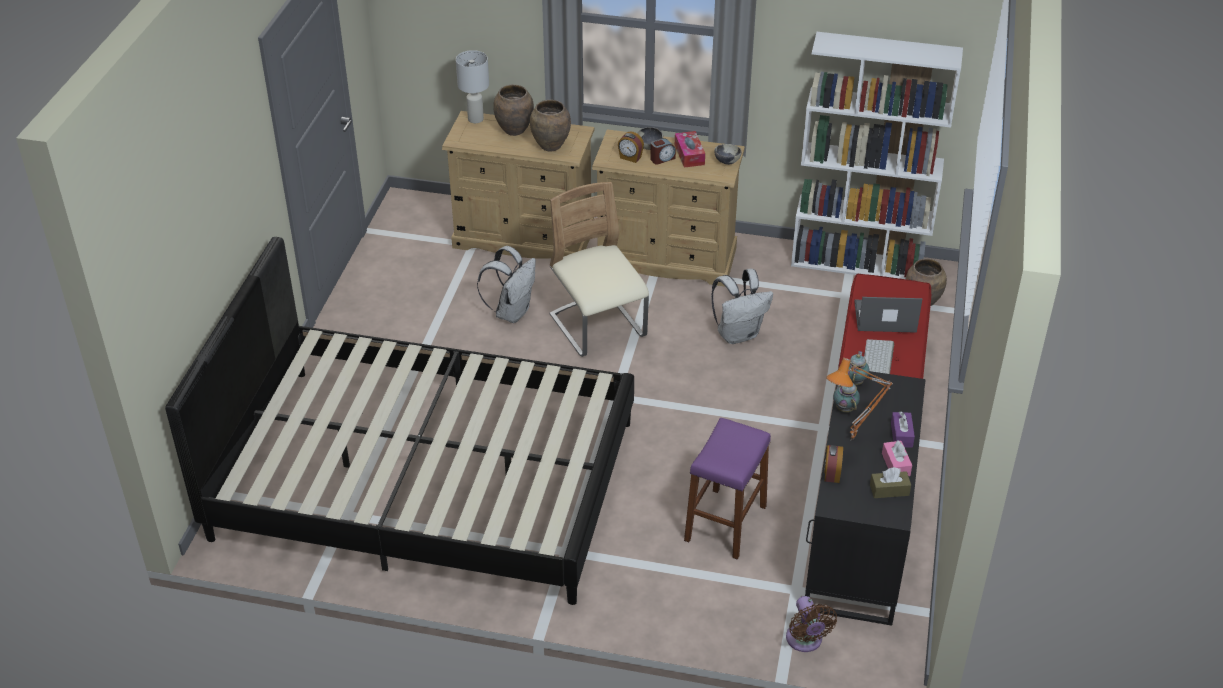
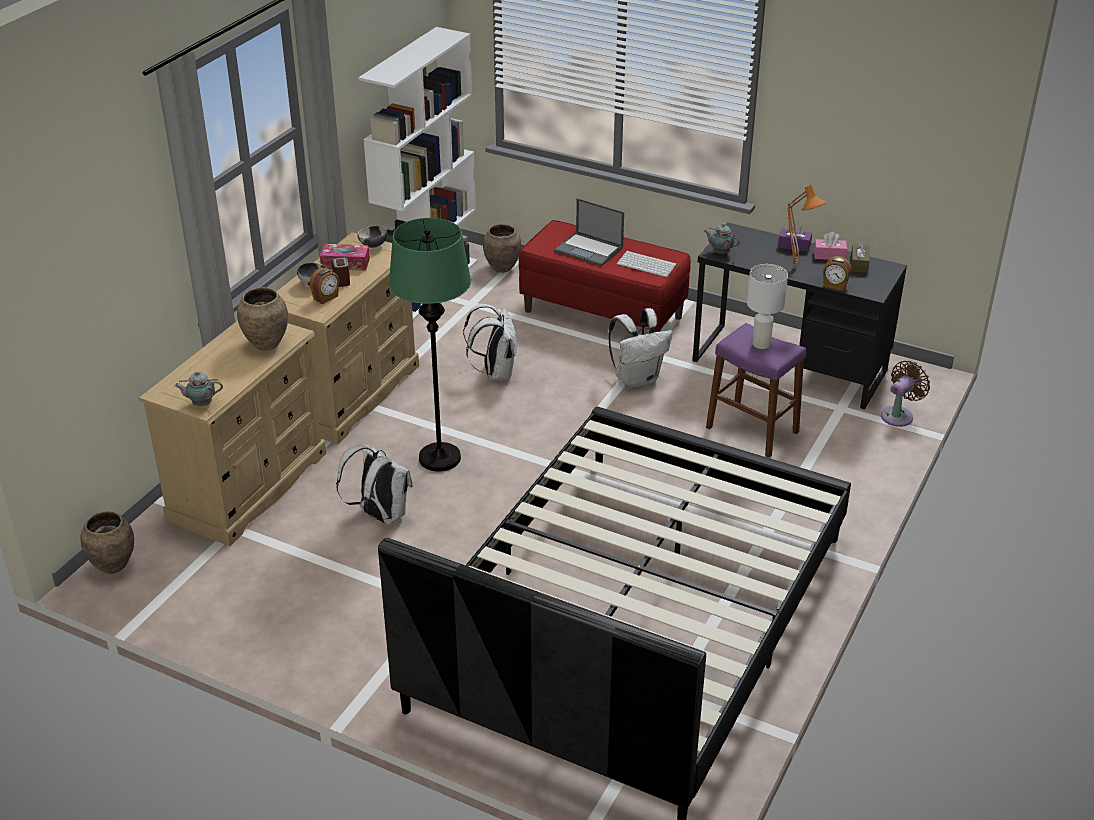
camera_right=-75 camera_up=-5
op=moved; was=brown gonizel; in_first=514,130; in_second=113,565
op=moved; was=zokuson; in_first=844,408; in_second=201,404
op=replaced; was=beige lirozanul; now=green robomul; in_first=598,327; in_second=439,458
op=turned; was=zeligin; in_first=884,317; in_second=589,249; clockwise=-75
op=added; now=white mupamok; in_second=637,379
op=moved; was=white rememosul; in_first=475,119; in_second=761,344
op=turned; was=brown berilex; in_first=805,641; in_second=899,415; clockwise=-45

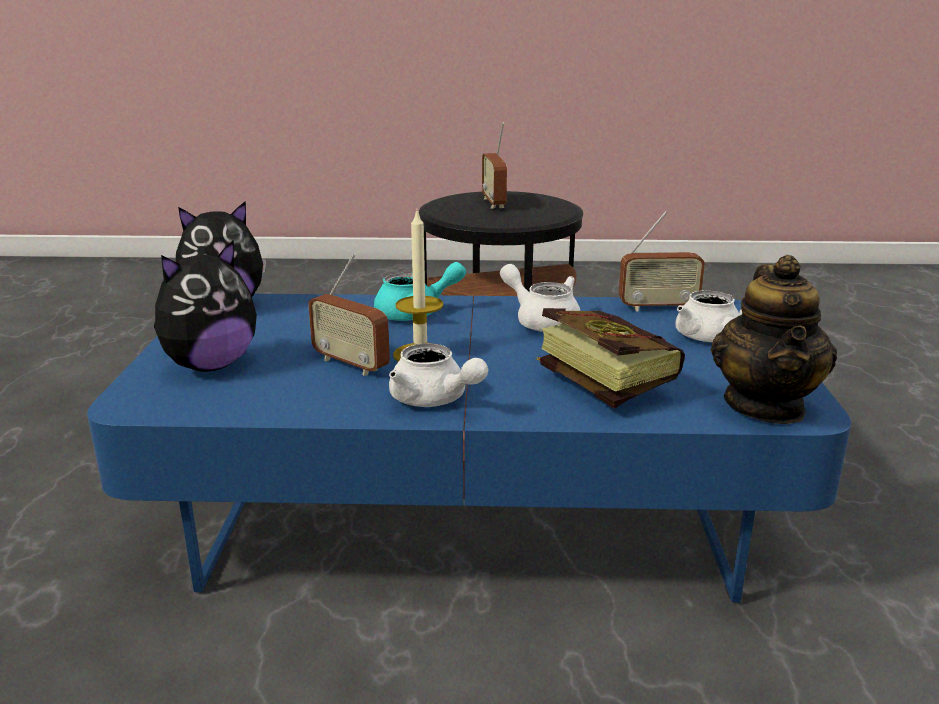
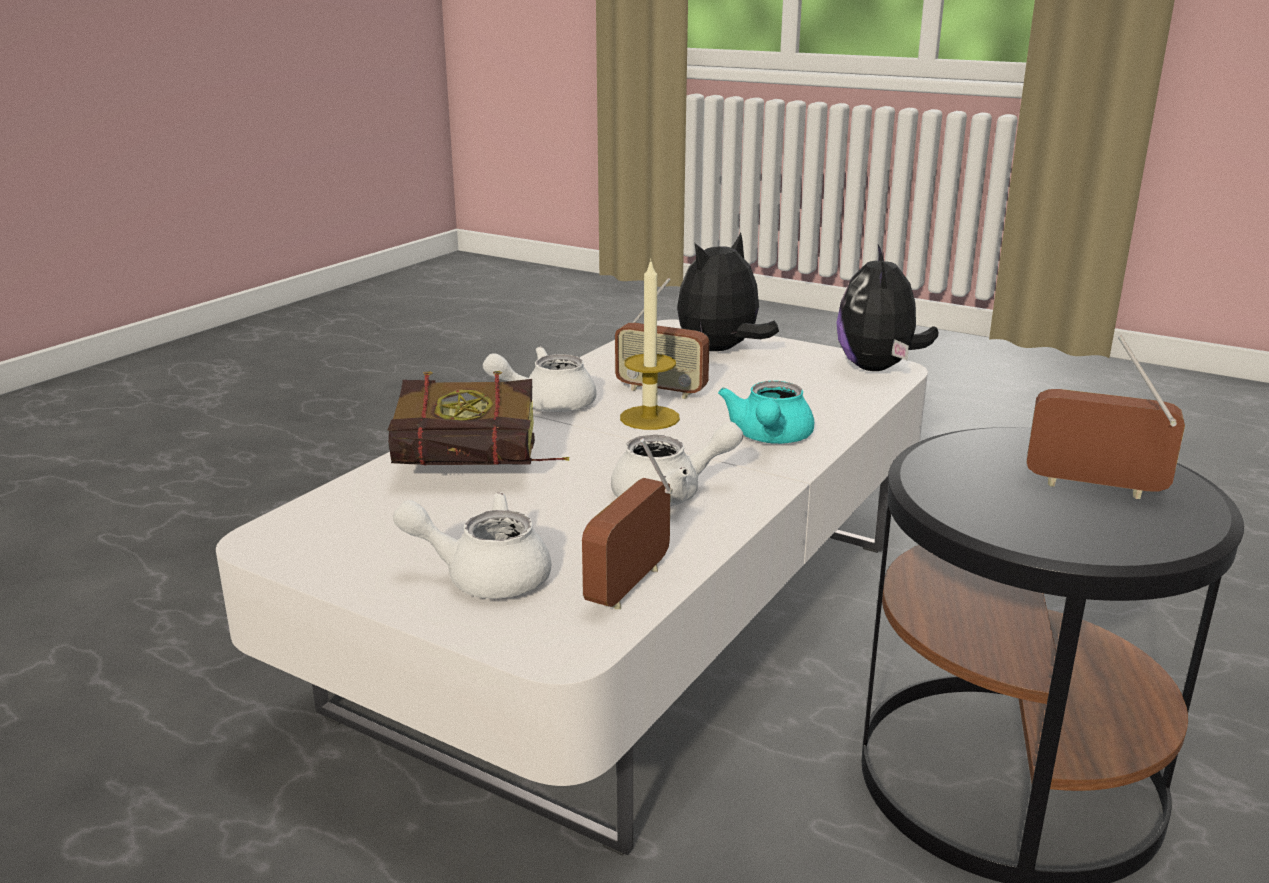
camera_right=120 camera_up=0
op=recoloured; was=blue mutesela; now=white mutesela; in_first=469,507; in_second=634,622
op=turned; was=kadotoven; in_first=351,364; in_second=661,391; clockwise=-135
op=turned; was=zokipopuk; in_first=210,365; in_second=721,351; clockwise=60
op=removed; was=zokuson; in_first=765,406

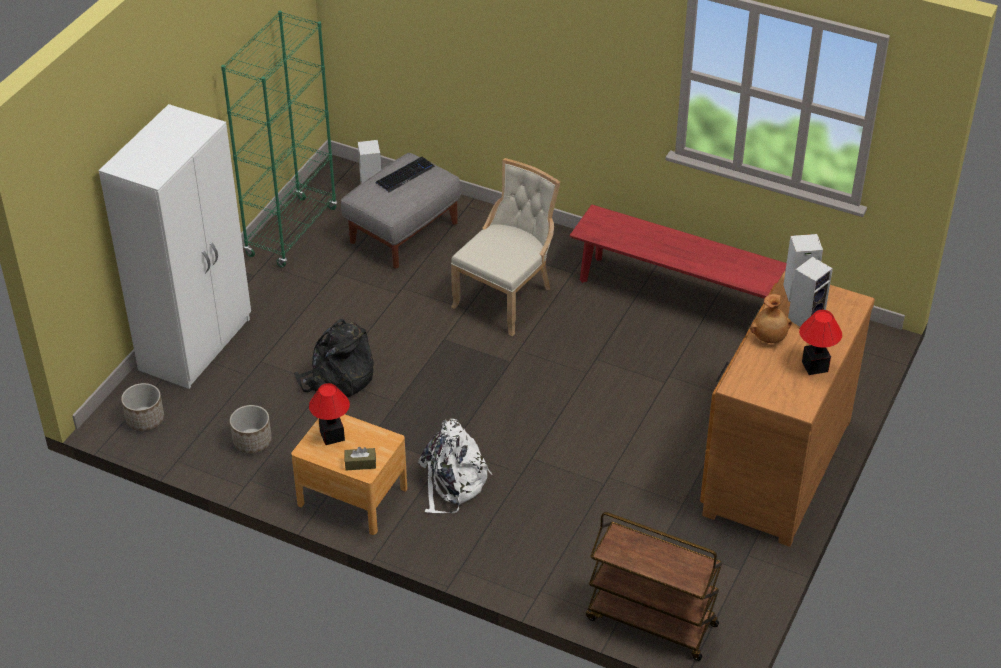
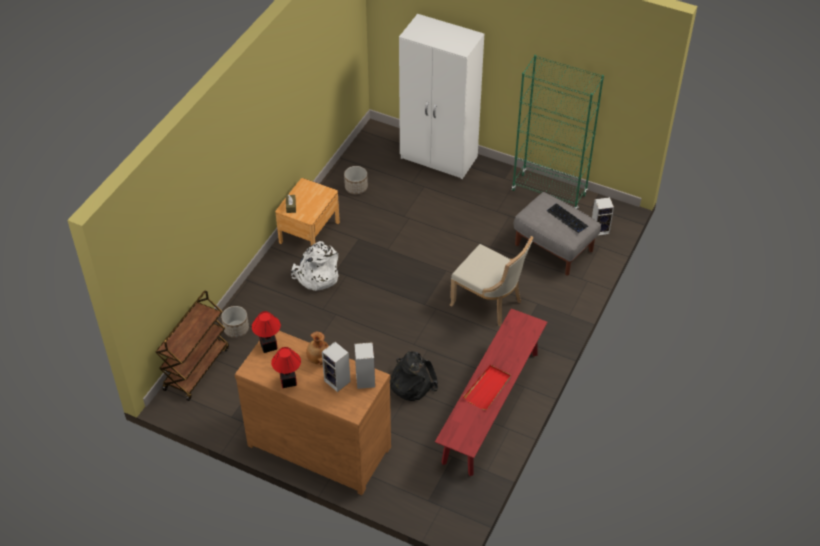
camera_right=90 camera_up=5
op=moved; was=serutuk; in_first=145,419; in_second=236,329
op=moved; was=rememosul; in_first=332,435; in_second=269,345
op=moved; was=black mupamok; in_first=337,378; in_second=411,382
op=added; now=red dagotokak; in_second=487,388

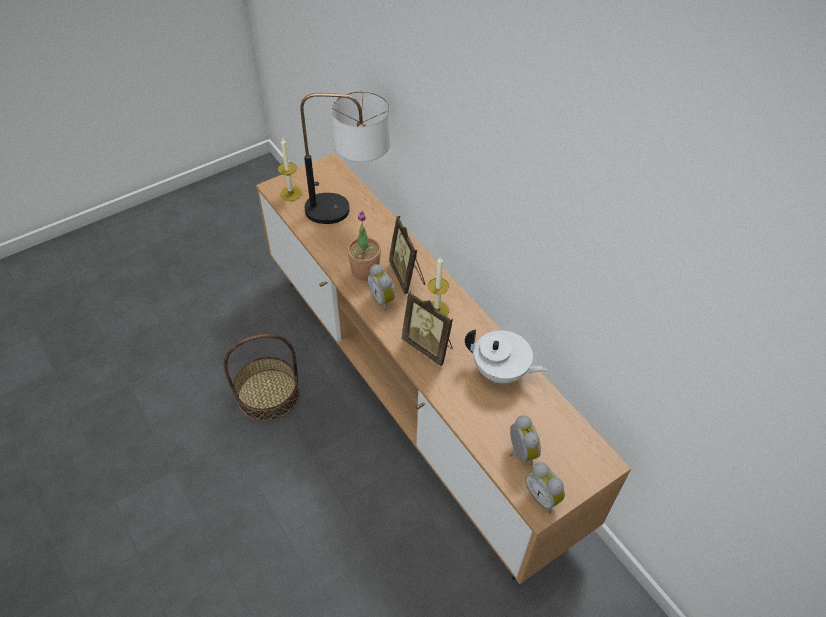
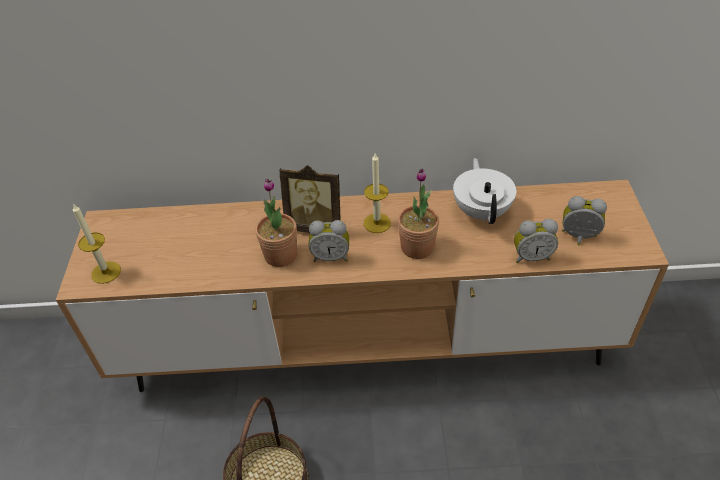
camera_right=-55 camera_up=-5
op=replaced; was=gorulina; now=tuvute; in_first=429,346; in_second=417,247
op=turned; was=white zokuson; in_first=501,372; in_second=482,211; clockwise=-60
op=moved; was=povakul; in_first=543,496; in_second=531,256
op=removed; was=rememosul; in_first=349,211

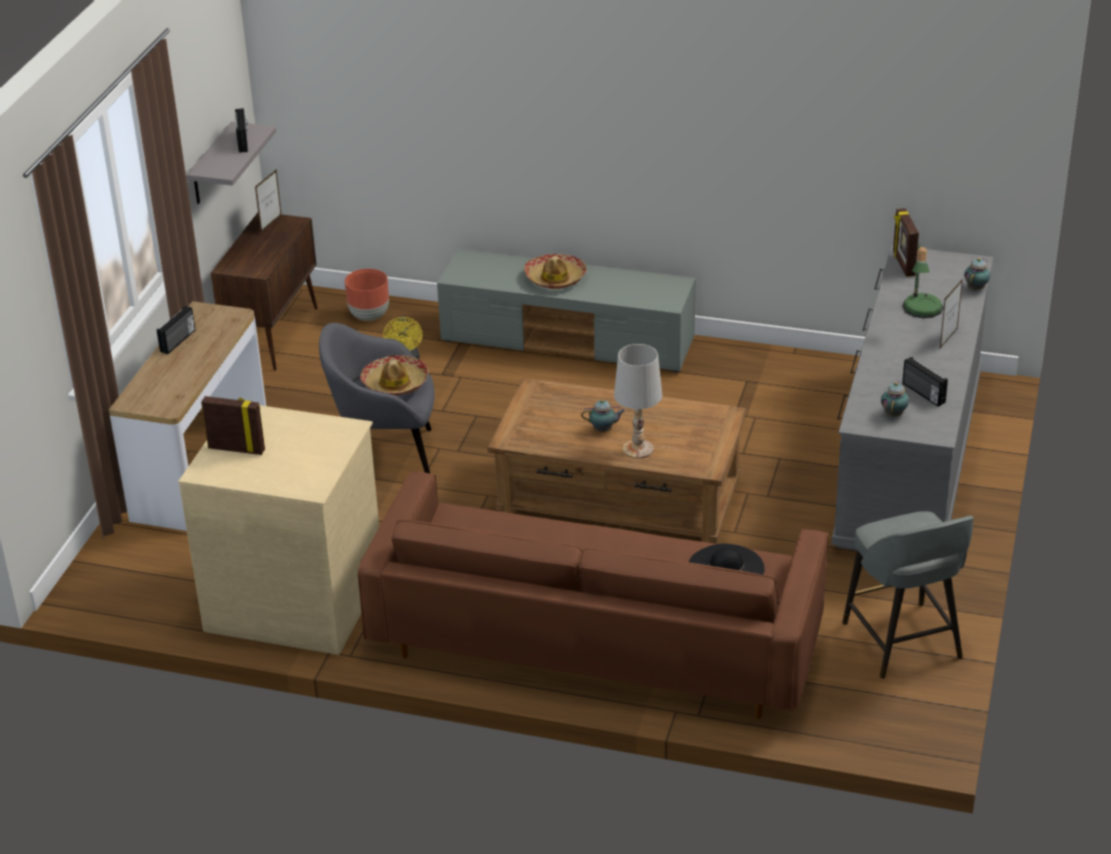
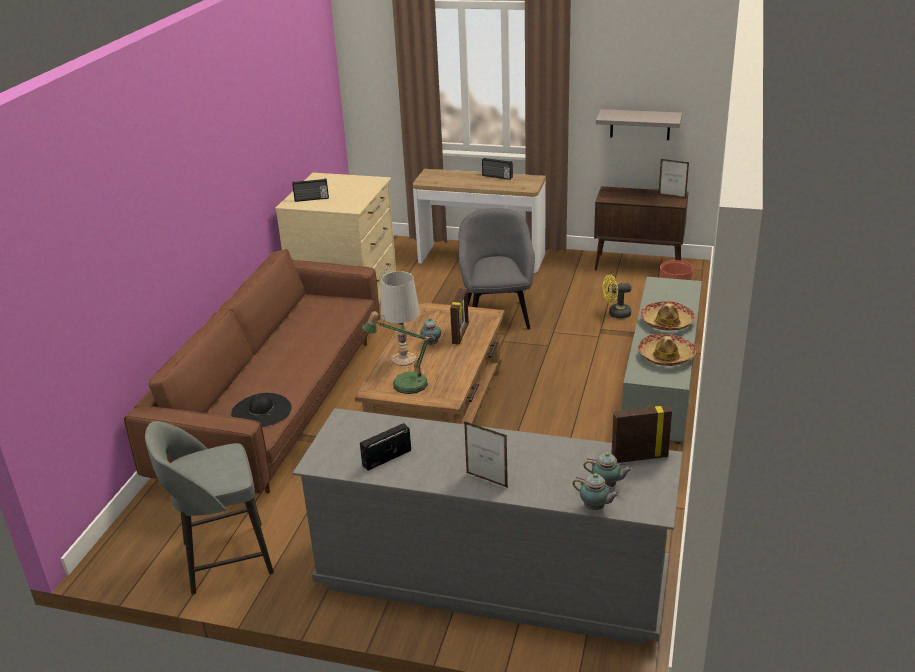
camera_right=90 camera_up=-5
op=moved; was=kadotoven; in_first=243,141; in_second=311,199
op=moved; was=rememosul; in_first=921,311; in_second=404,383
op=moved; was=gorulina; in_first=237,448; in_second=461,334
op=moved; was=zokuson; in_first=894,413; in_second=607,485
op=moved; was=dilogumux; in_first=395,383; in_second=666,356

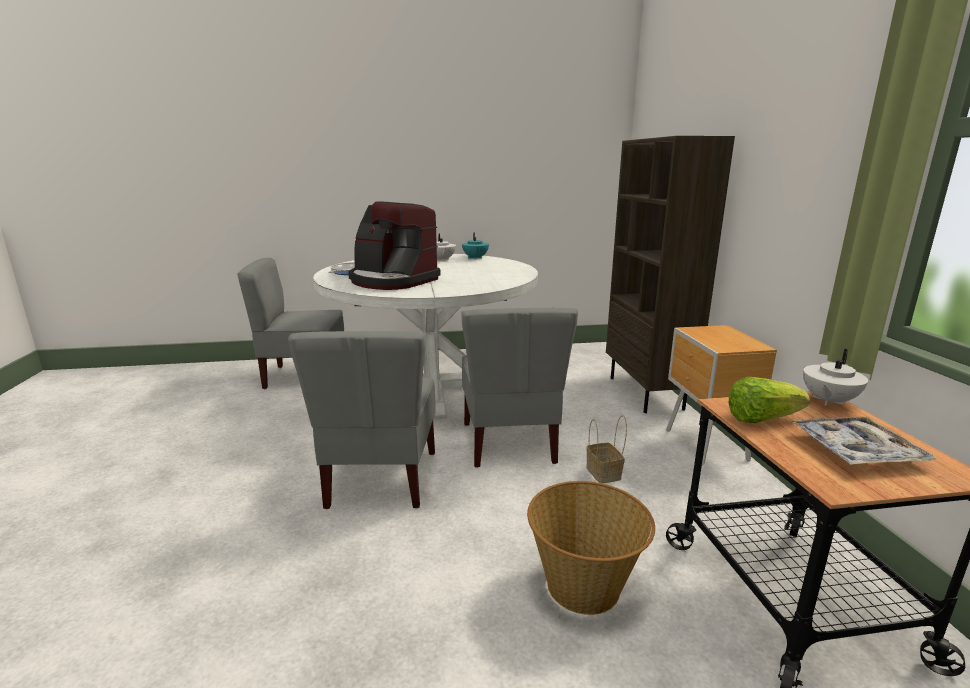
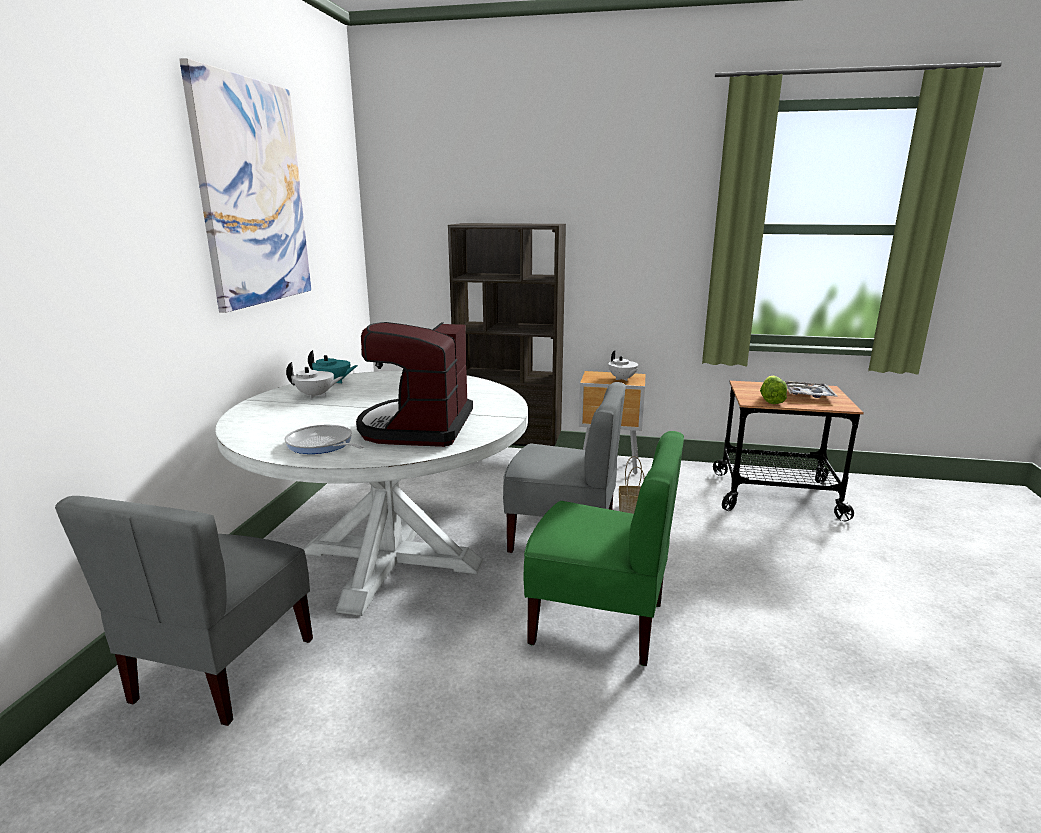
camera_right=-70 camera_up=0
op=added; now=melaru; in_second=253,194
op=turned; was=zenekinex; in_first=392,281; in_second=417,427; clockwise=135
op=recoloured; was=grey lirozanul; now=green lirozanul; in_first=380,479; in_second=599,622
op=moved; was=white zokuson; in_first=827,401; in_second=622,379
op=removed; was=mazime; in_first=584,587

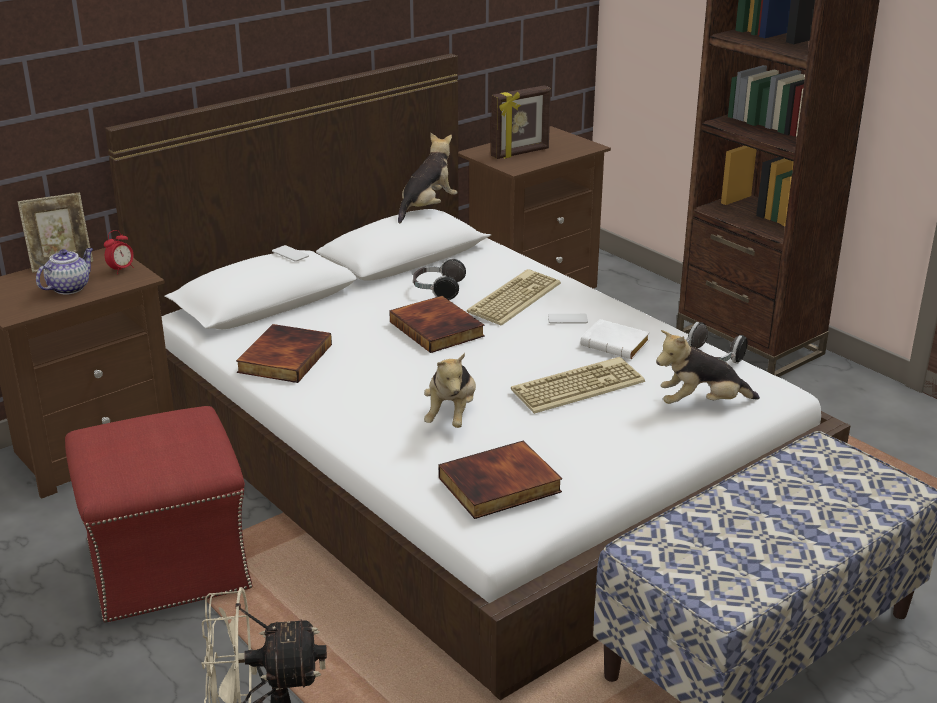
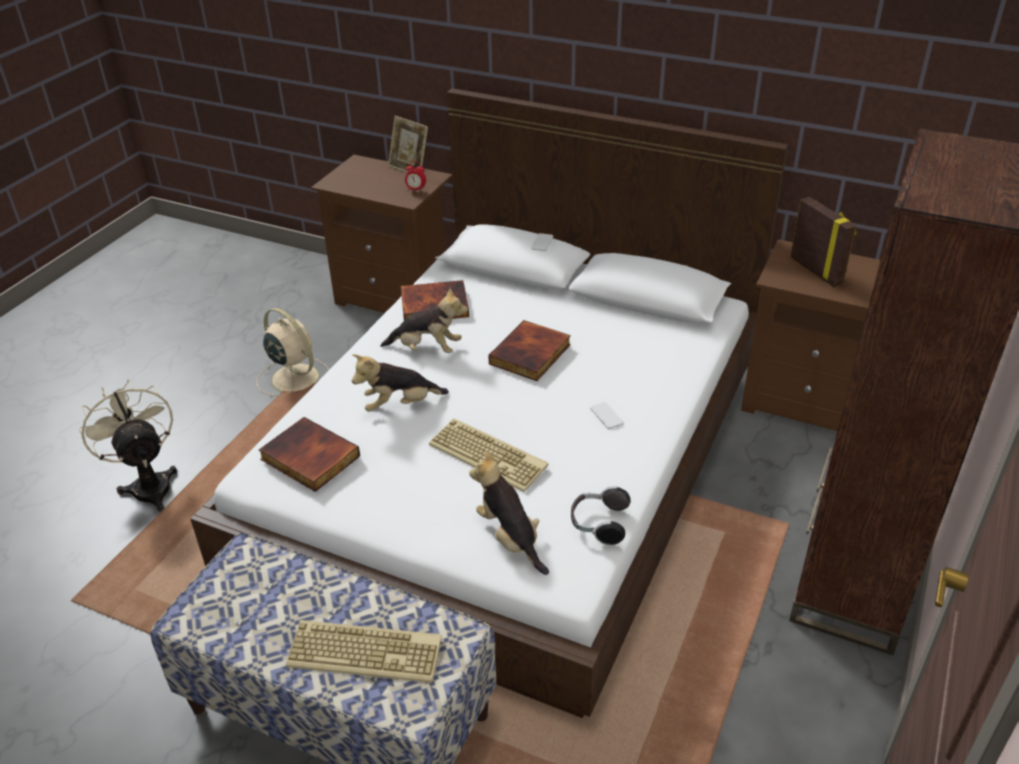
camera_right=65 camera_up=10
op=replaced; was=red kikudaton; now=beige berilex; in_first=166,565; in_second=293,377
op=moved; was=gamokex; in_first=513,298; in_second=367,650
op=moved; was=zokipopuk; in_first=427,208; in_second=427,349
op=turned; was=gorulina; in_first=520,153; in_second=816,271; clockwise=-150
op=removed; was=zokuson; in_first=69,288
op=removed; was=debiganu; in_first=438,290
op=removed; was=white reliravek; in_first=617,345

